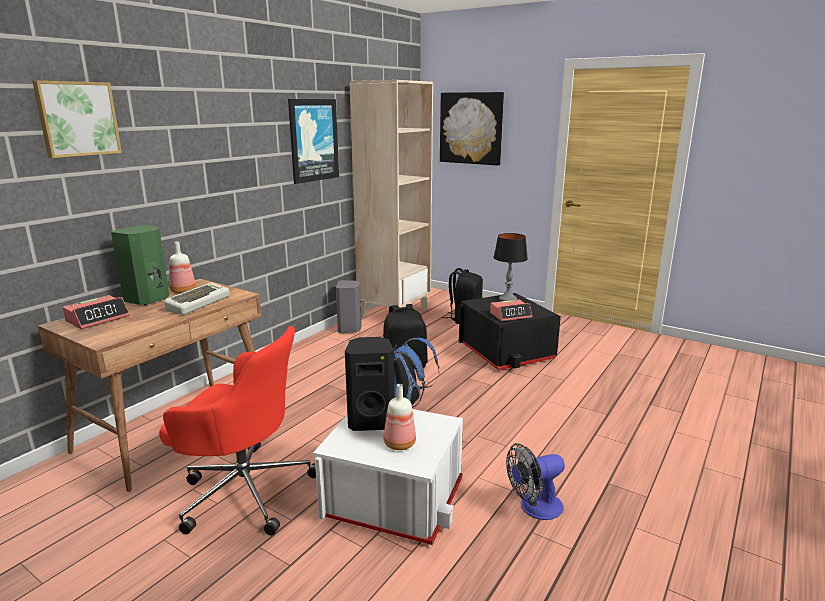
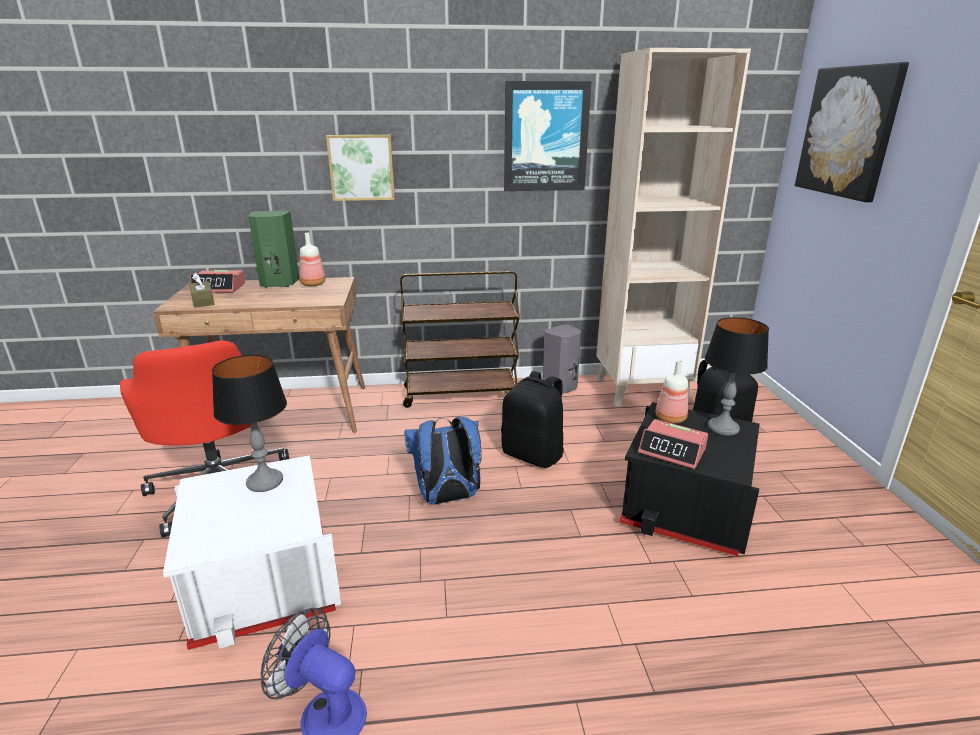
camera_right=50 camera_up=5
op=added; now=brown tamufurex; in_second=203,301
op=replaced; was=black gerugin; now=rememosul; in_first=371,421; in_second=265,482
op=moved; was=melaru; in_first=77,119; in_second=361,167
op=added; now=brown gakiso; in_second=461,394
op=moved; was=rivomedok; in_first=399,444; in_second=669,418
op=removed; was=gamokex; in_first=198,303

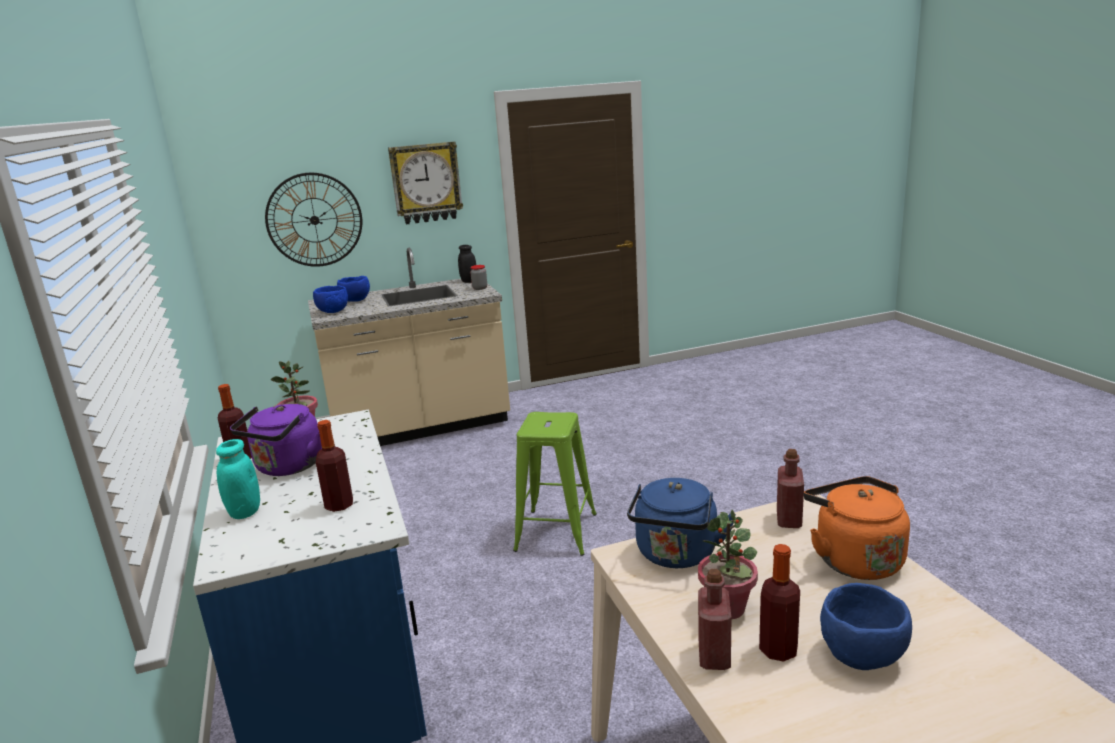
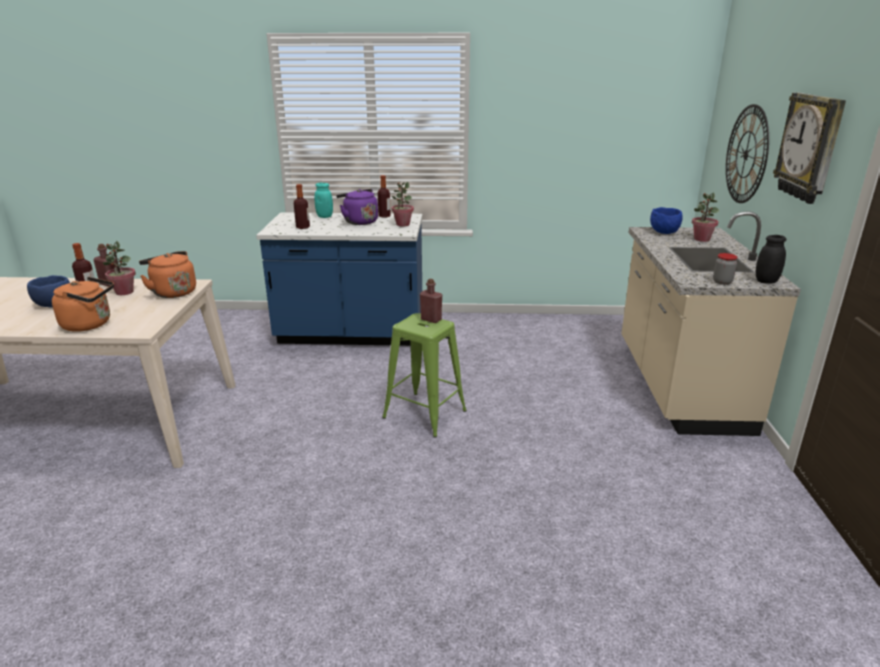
camera_right=110 camera_up=5
op=recoloured; was=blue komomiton; now=orange komomiton; in_first=676,555; in_second=172,292
op=moved; was=red rivomedok; in_first=789,519; in_second=431,319
op=replaced; was=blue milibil; now=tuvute; in_first=356,301; in_second=701,239

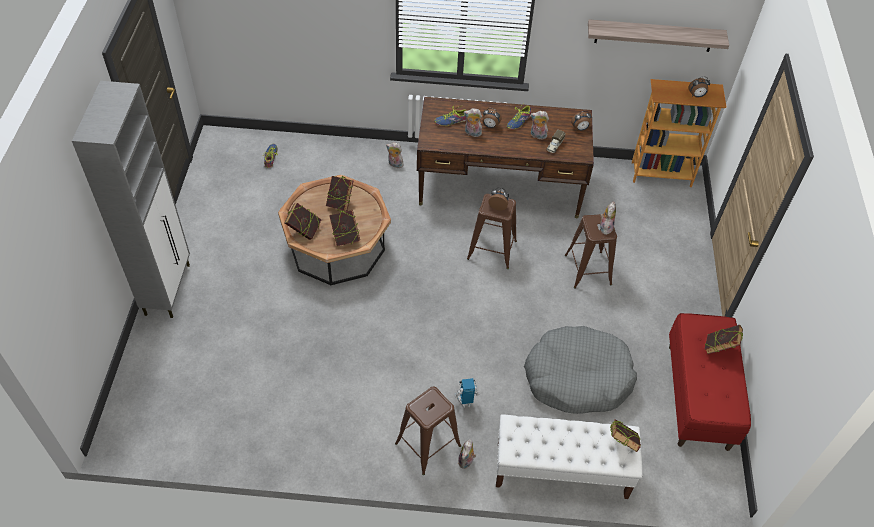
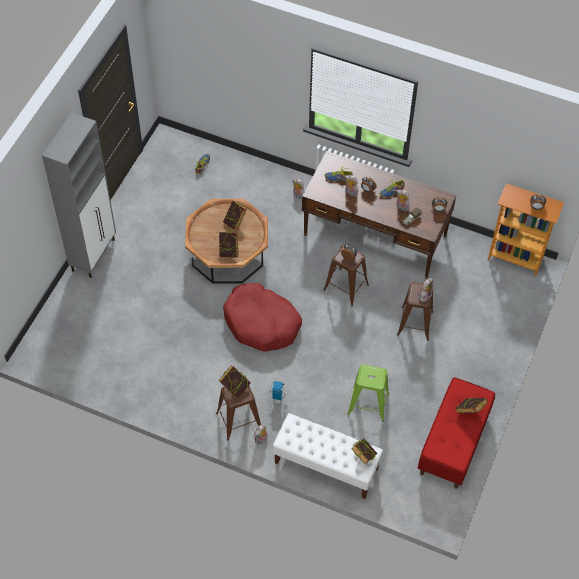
camera_right=20 camera_up=5
op=moved; was=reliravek; in_first=304,231; in_second=235,388
op=added; now=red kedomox; in_second=261,323
op=replaced; was=grey kedomox; now=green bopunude; in_first=577,377; in_second=367,404
op=removed; was=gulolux; in_first=654,35

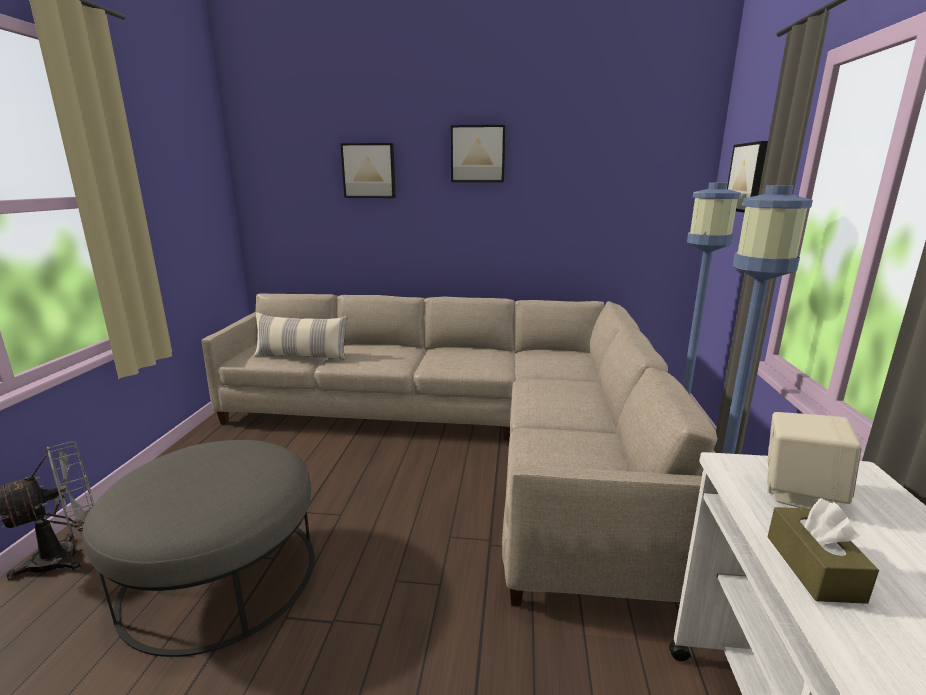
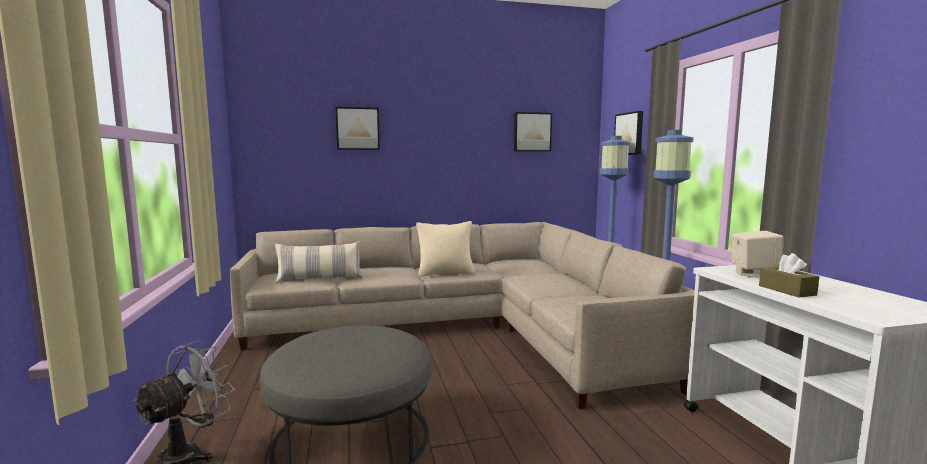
camera_right=-20 camera_up=-10
op=added; now=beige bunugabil; in_second=445,273
op=moved; was=melaru; in_first=478,154; in_second=532,132

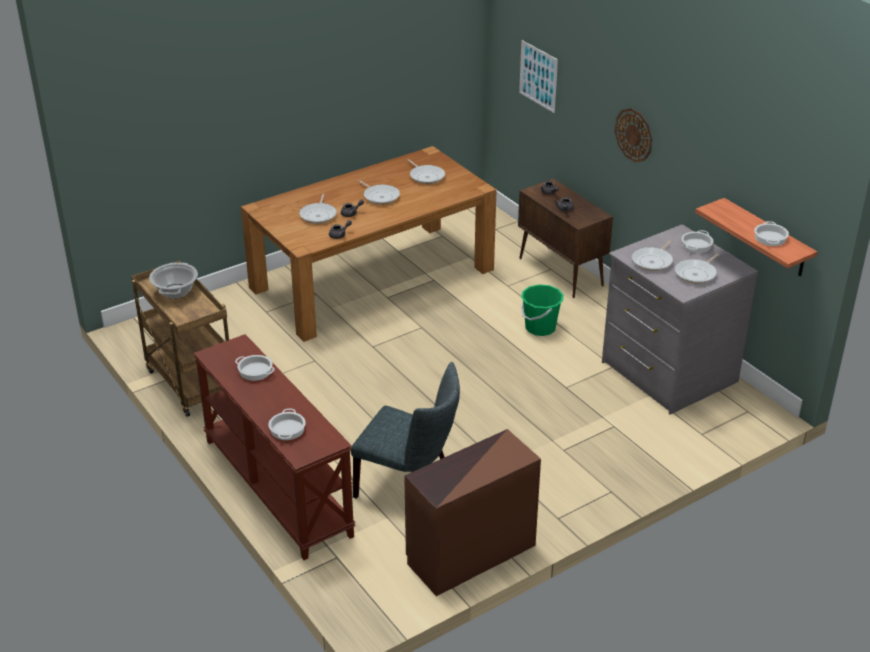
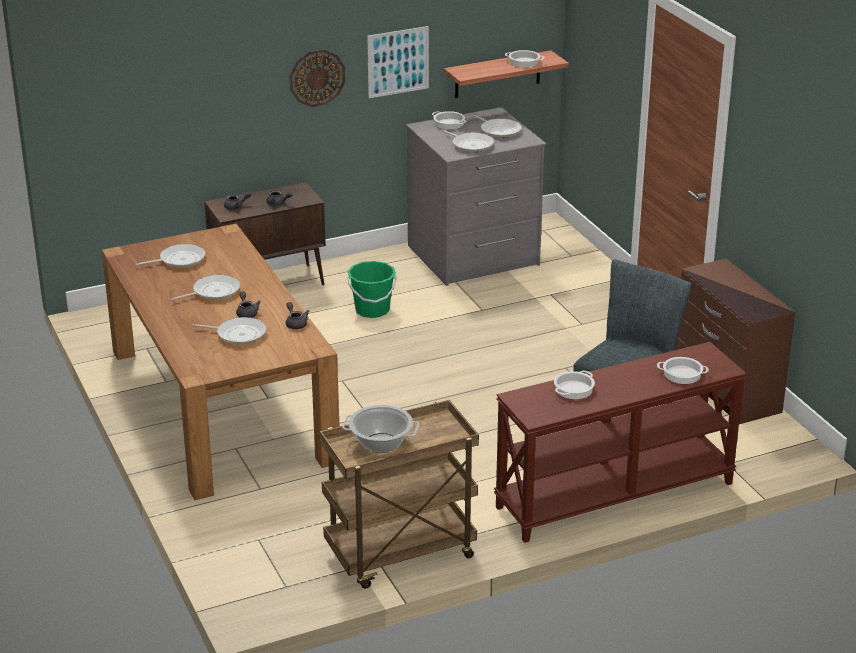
camera_right=-80 camera_up=-5
op=moved; was=melaru; in_first=538,76; in_second=398,62

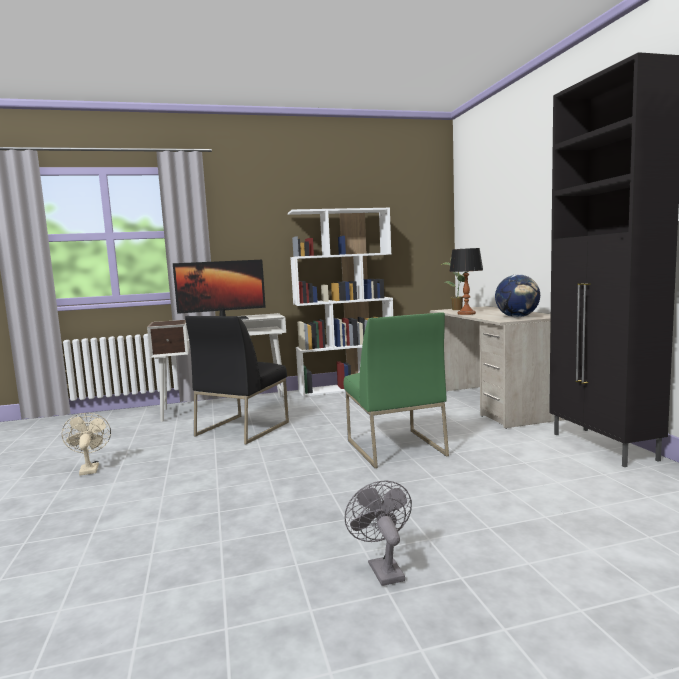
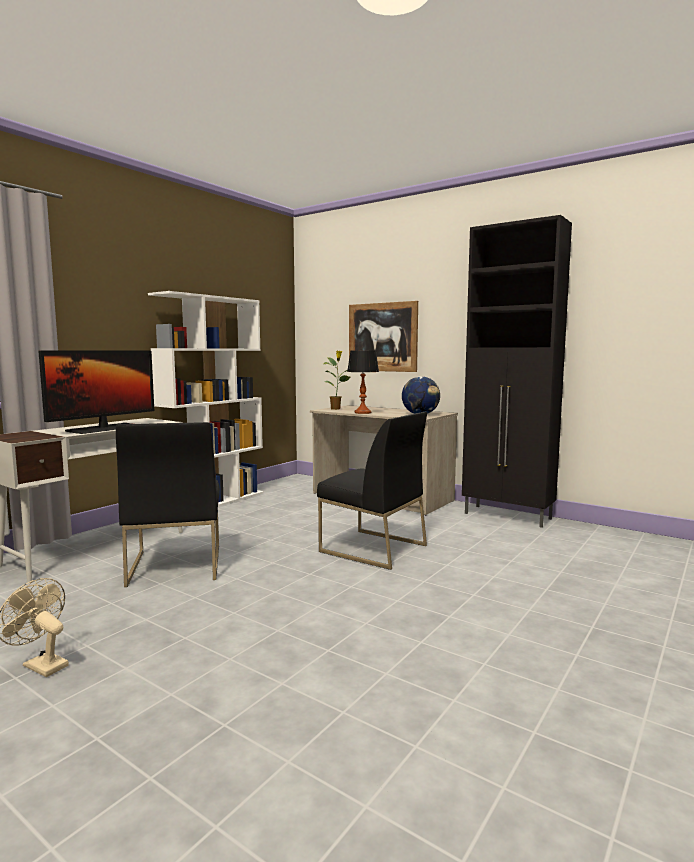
camera_right=-40 camera_up=0
op=recoloured; was=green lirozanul; now=black lirozanul; in_first=394,447; in_second=372,548
op=added; now=melaru; in_second=382,337
op=removed; was=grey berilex; in_first=382,568

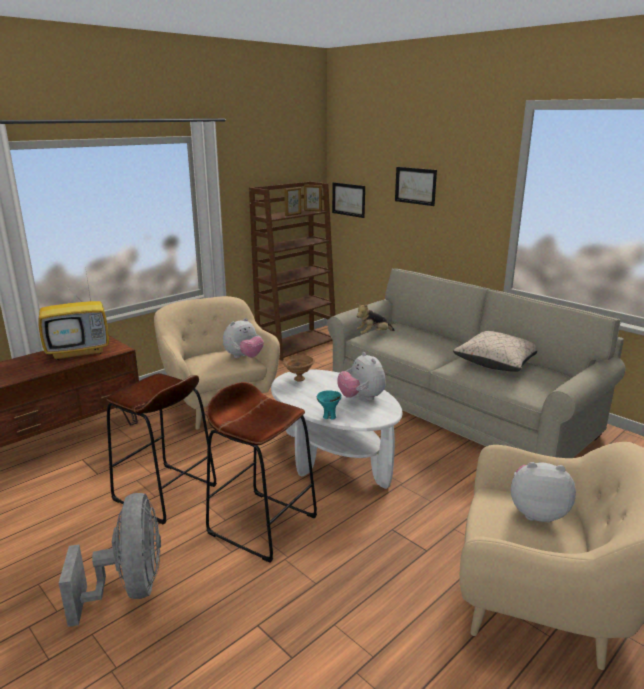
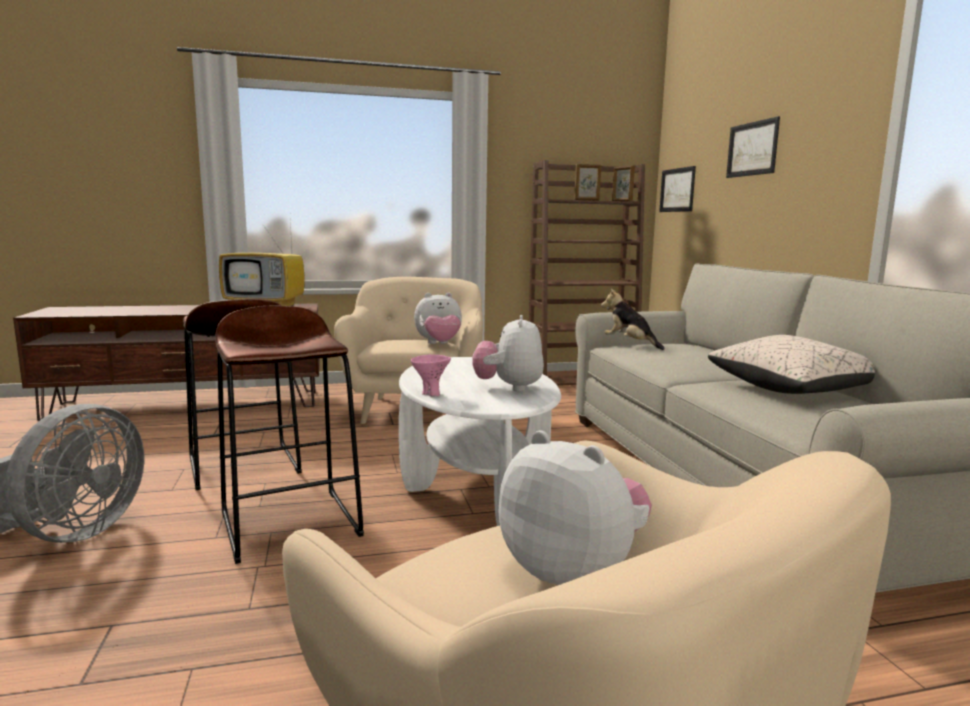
camera_right=30 camera_up=-10
op=recoloured; was=turquoise milibil; now=pink milibil; in_first=329,417; in_second=431,393
op=turned; was=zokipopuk; in_first=373,334; in_second=630,344; clockwise=45
op=removed; was=brown milibil; in_first=299,379

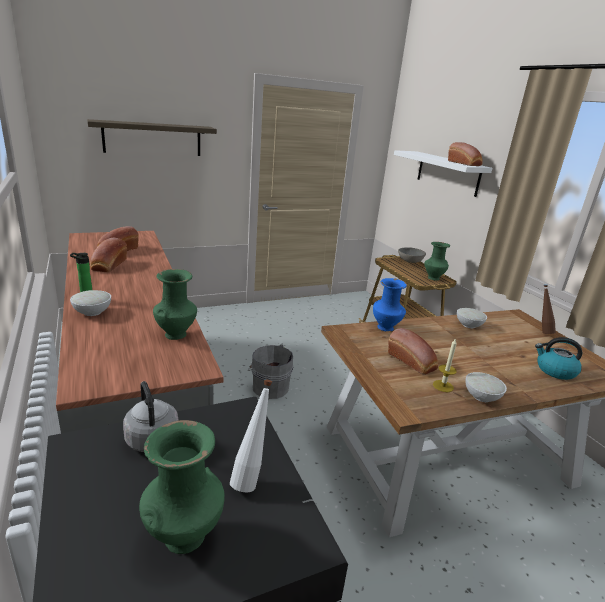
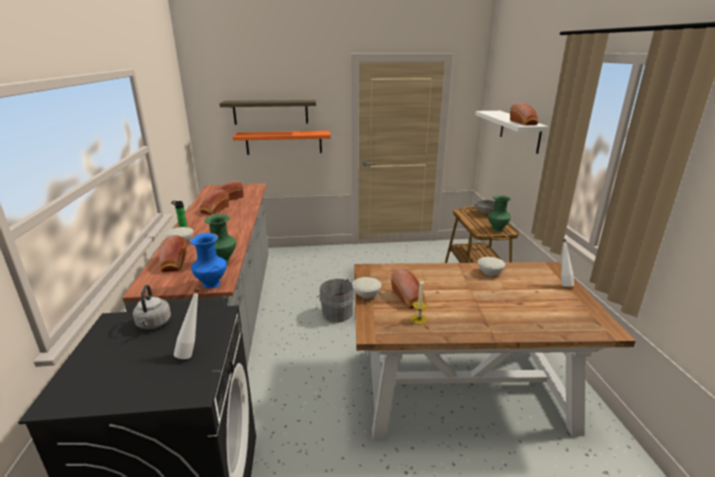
camera_right=20 camera_up=0
op=added; now=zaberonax; in_second=174,263
op=moved; was=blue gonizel; in_first=386,328; in_second=212,284
op=added; now=orange gulolux; in_second=284,142
op=moved; was=white milibil; in_first=481,396; in_second=366,294
op=recoloured; was=brown rivomedok; now=white rivomedok; in_first=541,331; in_second=562,283
op=removed; was=green gonizel; in_first=183,537
op=removed; was=komomiton; in_first=555,371

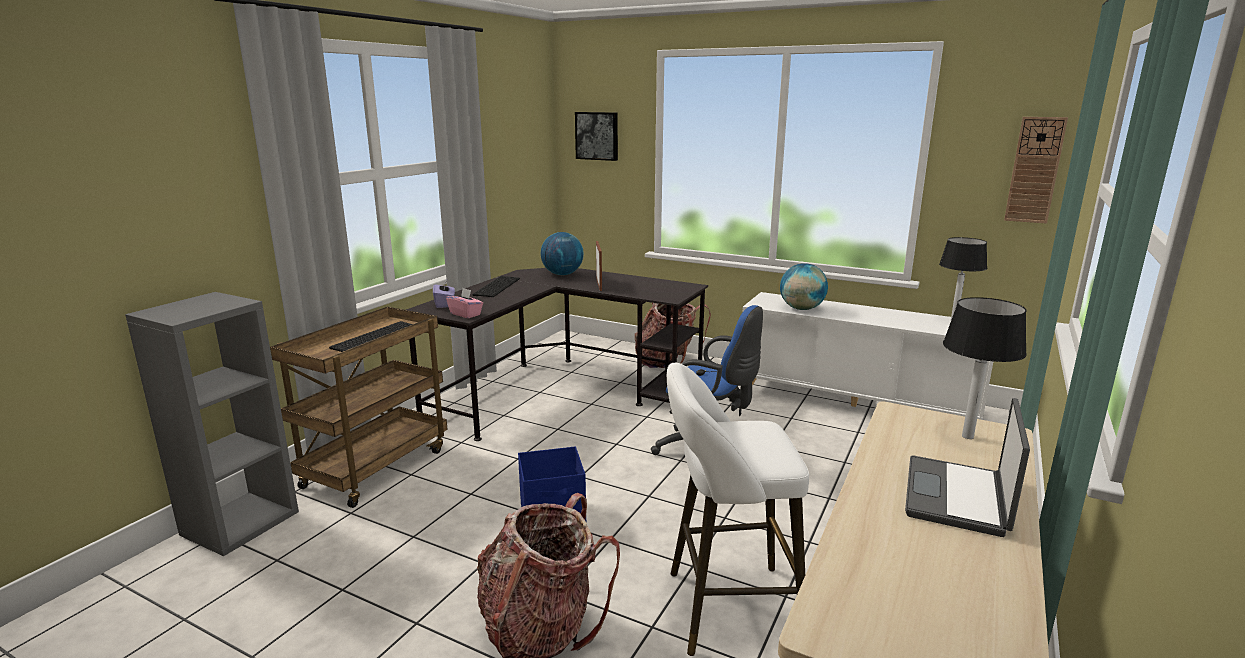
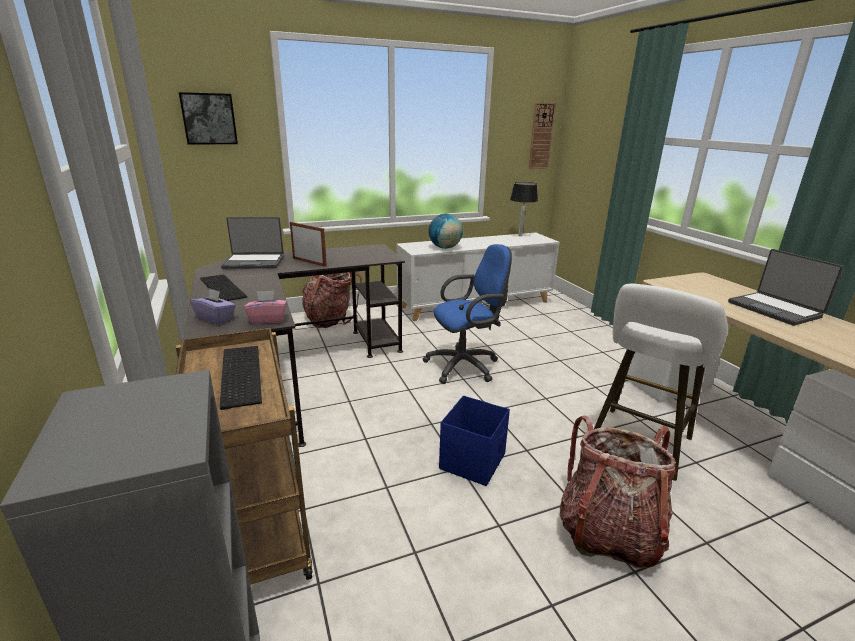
camera_right=-50 camera_up=5
op=replaced; was=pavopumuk; now=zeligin; in_first=562,274; in_second=254,262
op=removed; was=rememosul; in_first=966,436

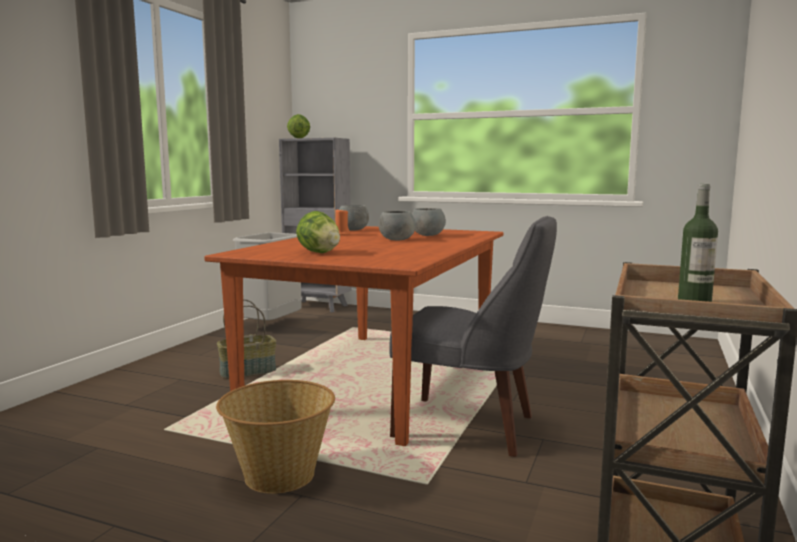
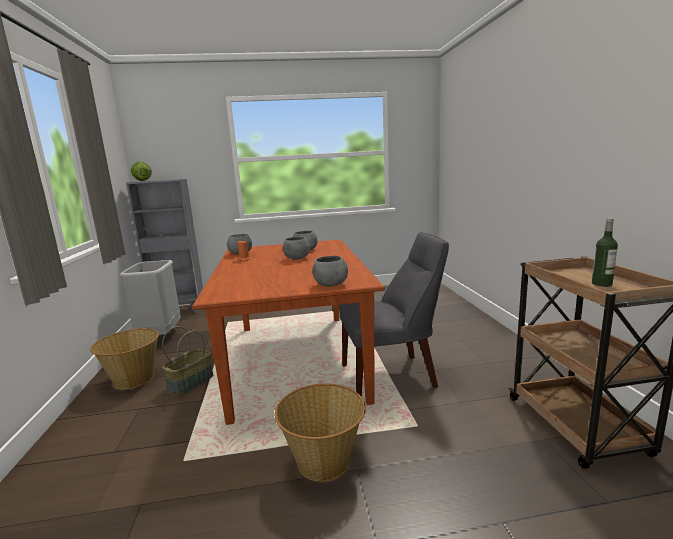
camera_right=-30 camera_up=5
op=added; now=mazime; in_second=133,379
op=added; now=grey milibil; in_second=330,284
op=removed; was=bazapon; in_first=319,253

